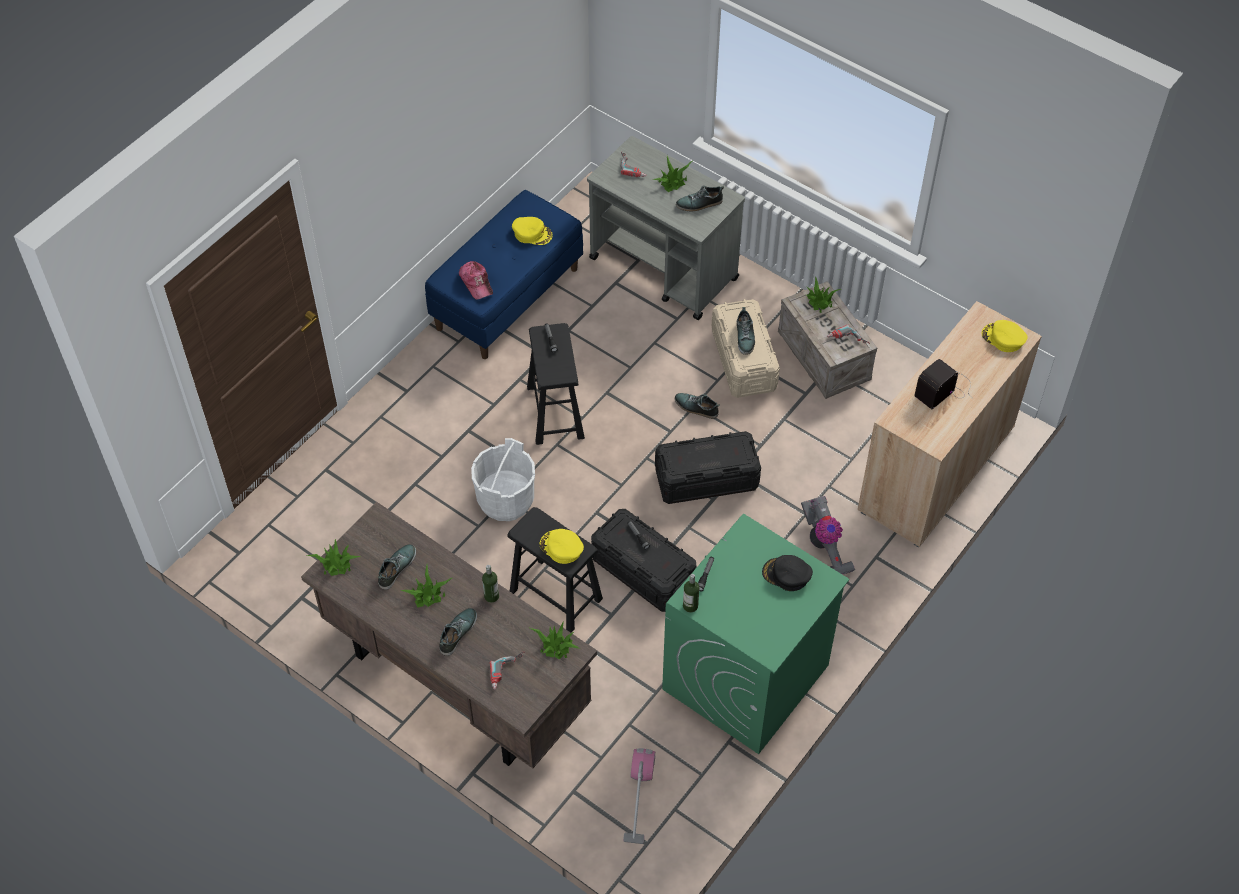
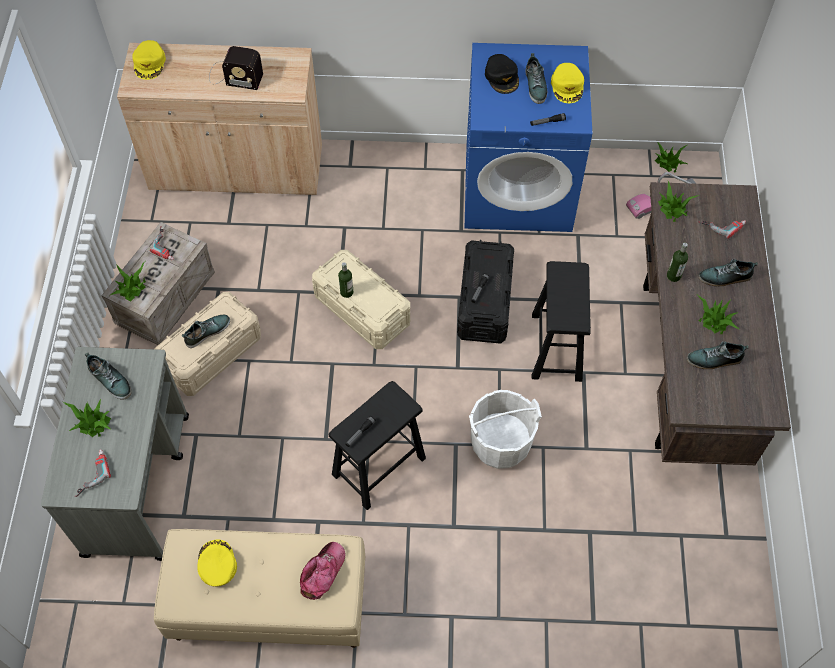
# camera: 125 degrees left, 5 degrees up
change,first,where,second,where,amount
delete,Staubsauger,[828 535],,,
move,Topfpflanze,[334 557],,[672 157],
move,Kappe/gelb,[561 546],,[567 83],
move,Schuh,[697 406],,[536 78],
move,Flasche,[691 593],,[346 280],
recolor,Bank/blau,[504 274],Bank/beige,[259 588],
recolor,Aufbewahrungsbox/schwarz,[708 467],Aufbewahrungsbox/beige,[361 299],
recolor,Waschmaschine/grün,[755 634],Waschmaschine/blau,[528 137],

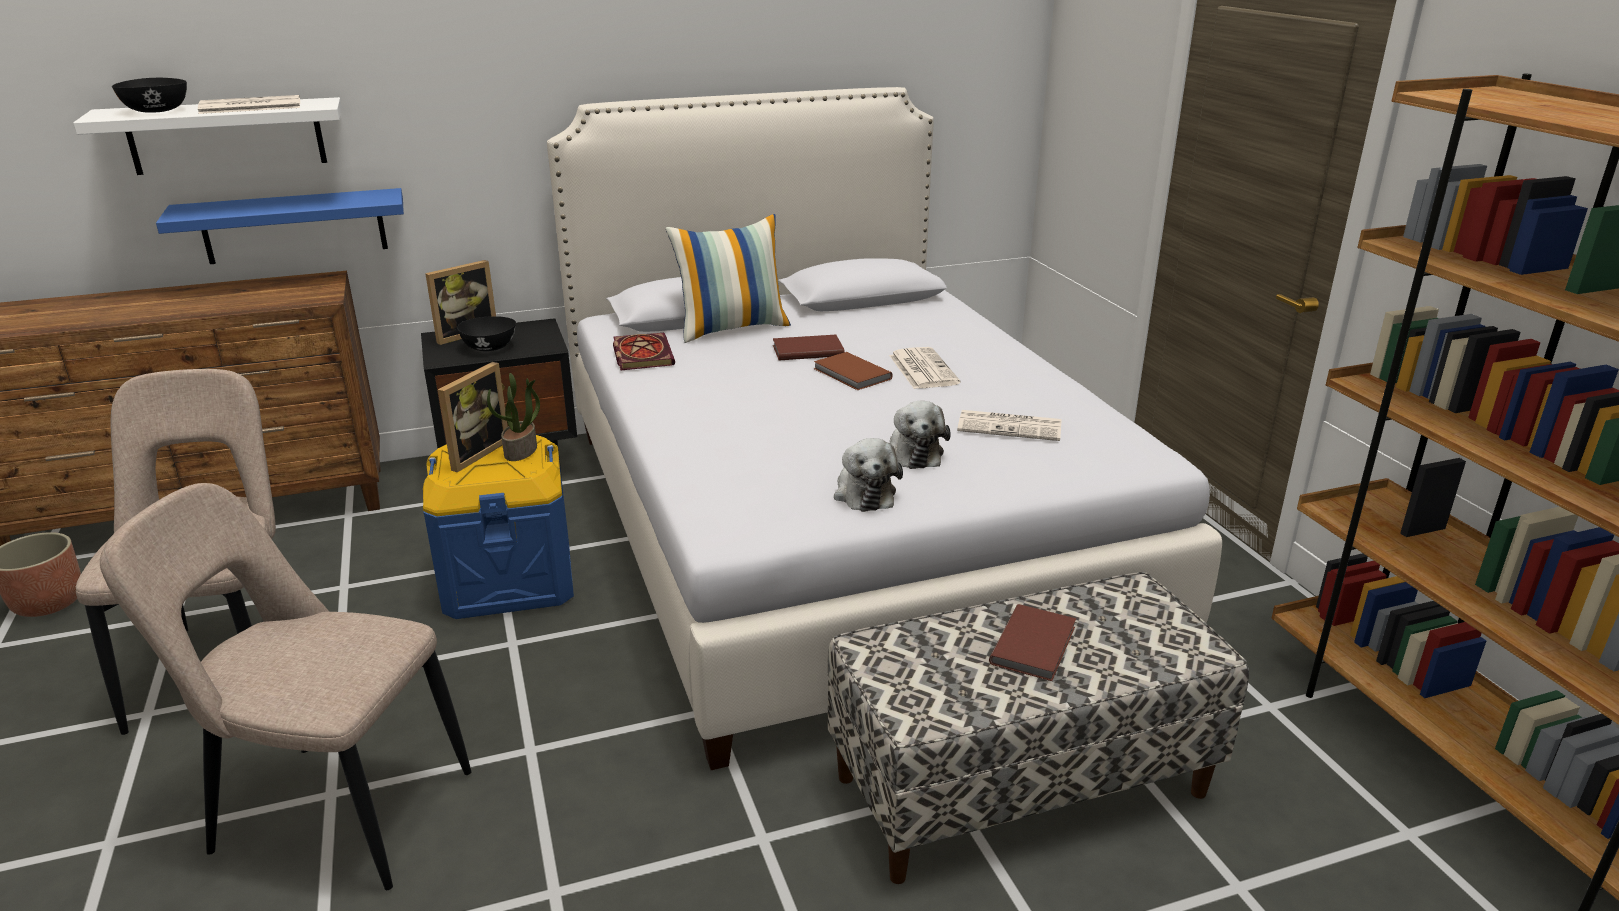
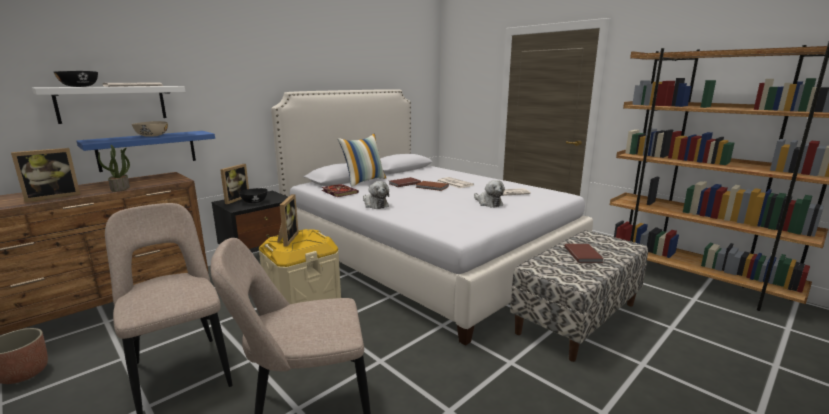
# camera: 25 degrees left, 10 degrees down
change,first,where,second,where,amount
insert,,,Bilderrahmen,[45 175],
insert,,,Schüssel/beige,[150 129],
move,Topfpflanze,[513 417],,[114 168],
move,Plüschtier,[868 475],,[376 195],
recolor,Aufbewahrungsbox/blau,[498 527],Aufbewahrungsbox/beige,[300 266],

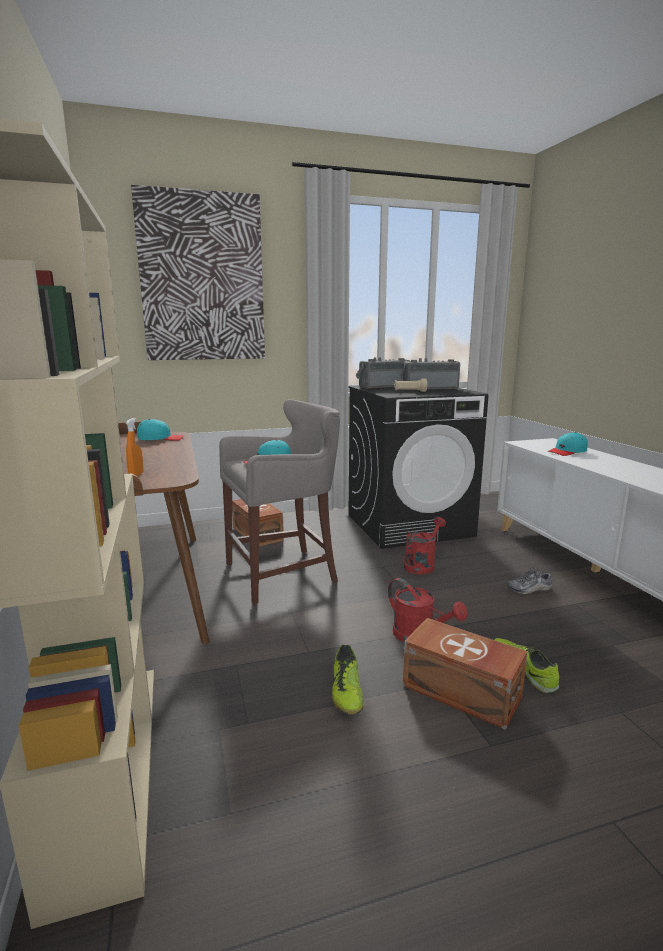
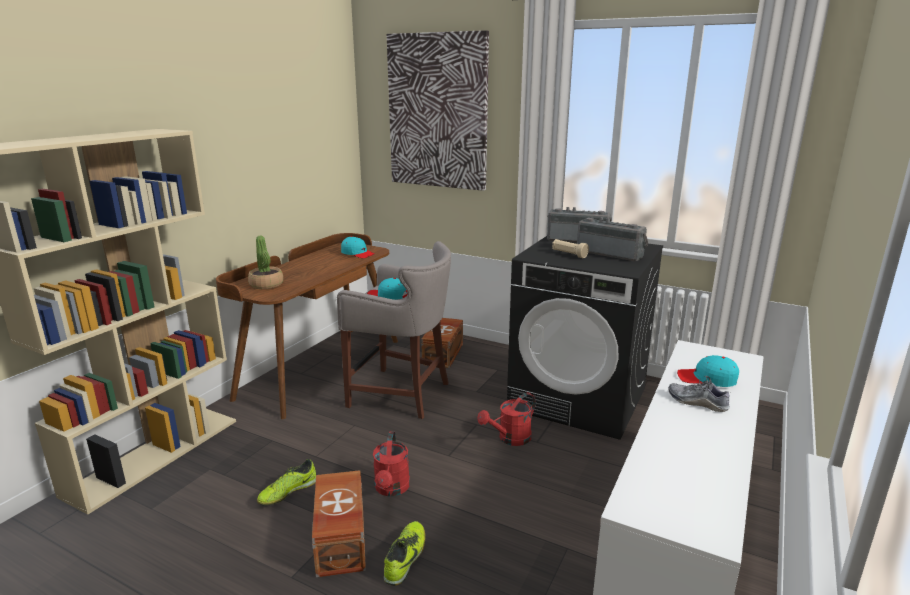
# camera: 45 degrees right, 5 degrees up
change,first,where,second,where,amount
move,Schuh,[529 580],,[699 394],
replace,Sprühflasche/orange,[134 447],Topfpflanze,[265 262],
rotate,Gießkanne/rot,[425 545],,[506 419],150 degrees clockwise

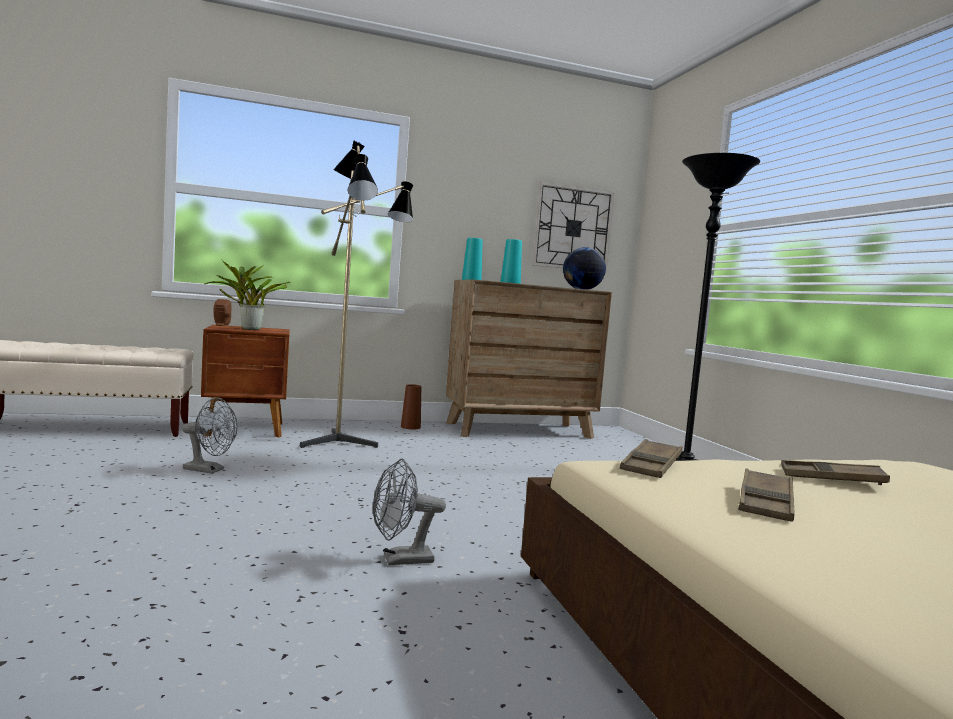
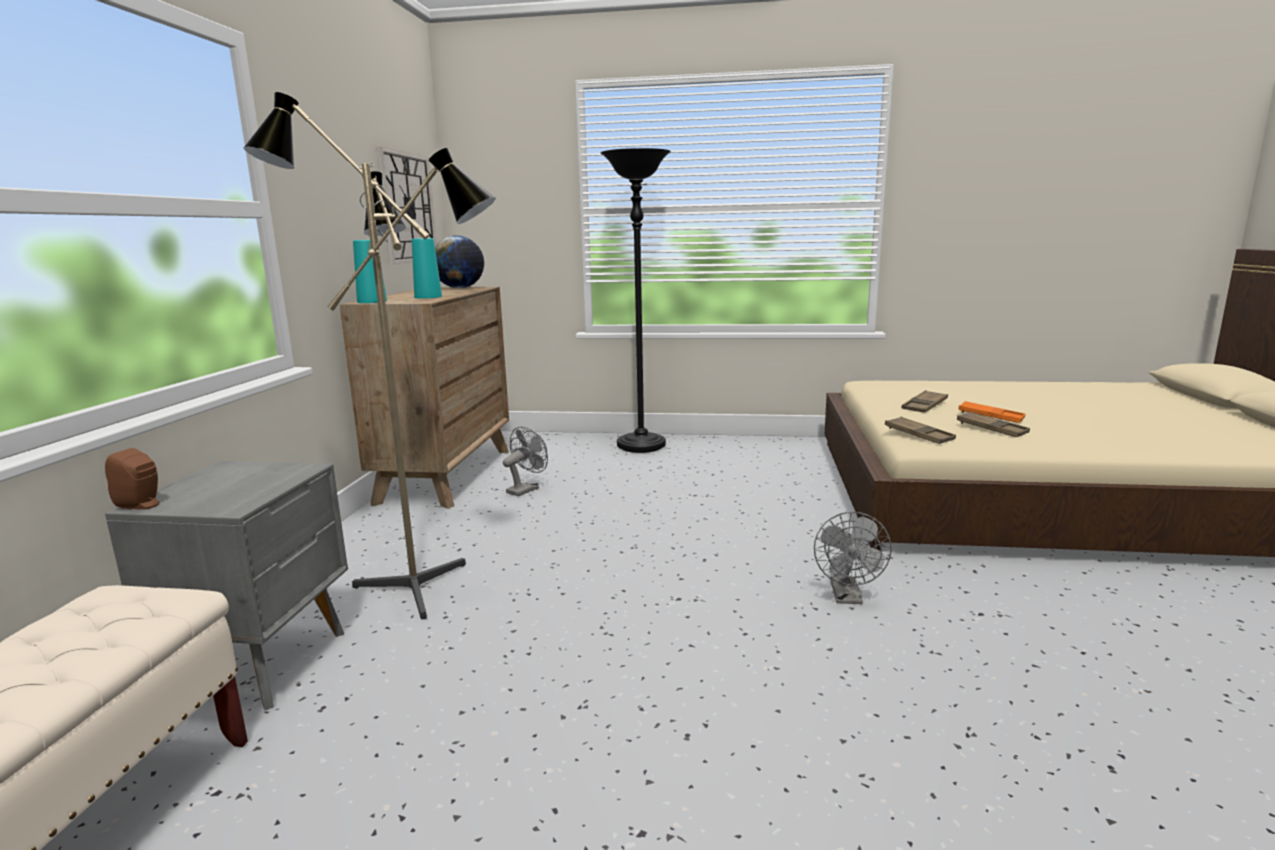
# camera: 65 degrees left, 10 degrees up
change,first,where,second,where,amount
delete,Topfpflanze,[248 294],,,
delete,Vase/braun,[411 406],,,
insert,,,Tablett/orange,[991 412],
move,Ventilator/grau,[210 435],,[525 461],
recolor,Nachttisch/braun,[245 381],Nachttisch/grau,[226 585],

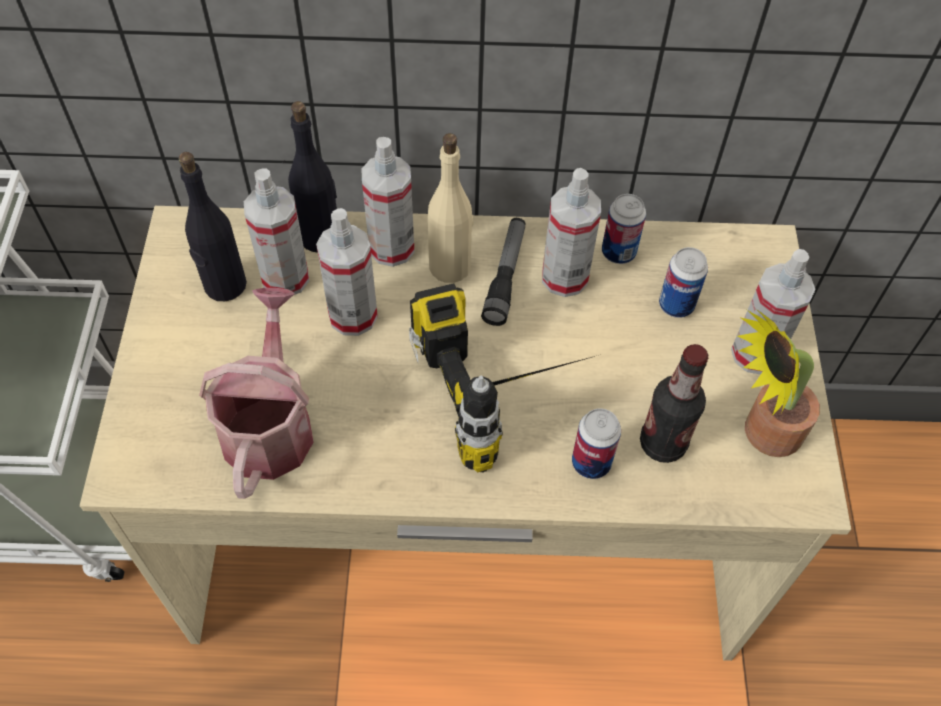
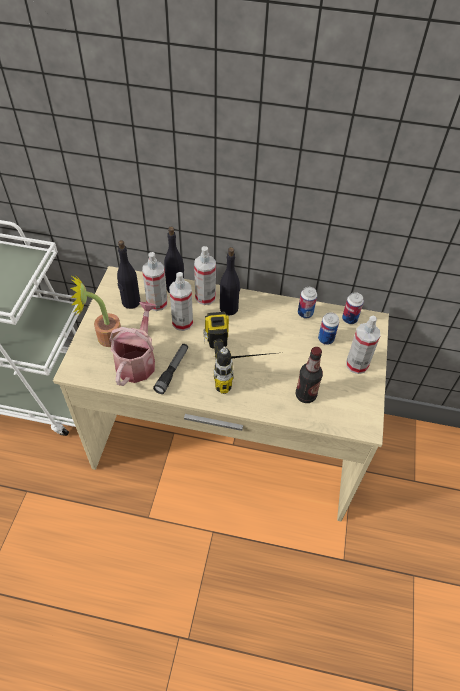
# camera: 10 degrees right, 5 degrees down
change,first,where,second,where,amount
delete,Sprühflasche,[571 232],,,
move,Taschenlampe,[503 272],,[170 369],
move,Dose,[596 443],,[353 308],
move,Topfpflanze,[778 383],,[95 310],
recolor,Flasche/beige,[451 208],Flasche/schwarz,[230 281],

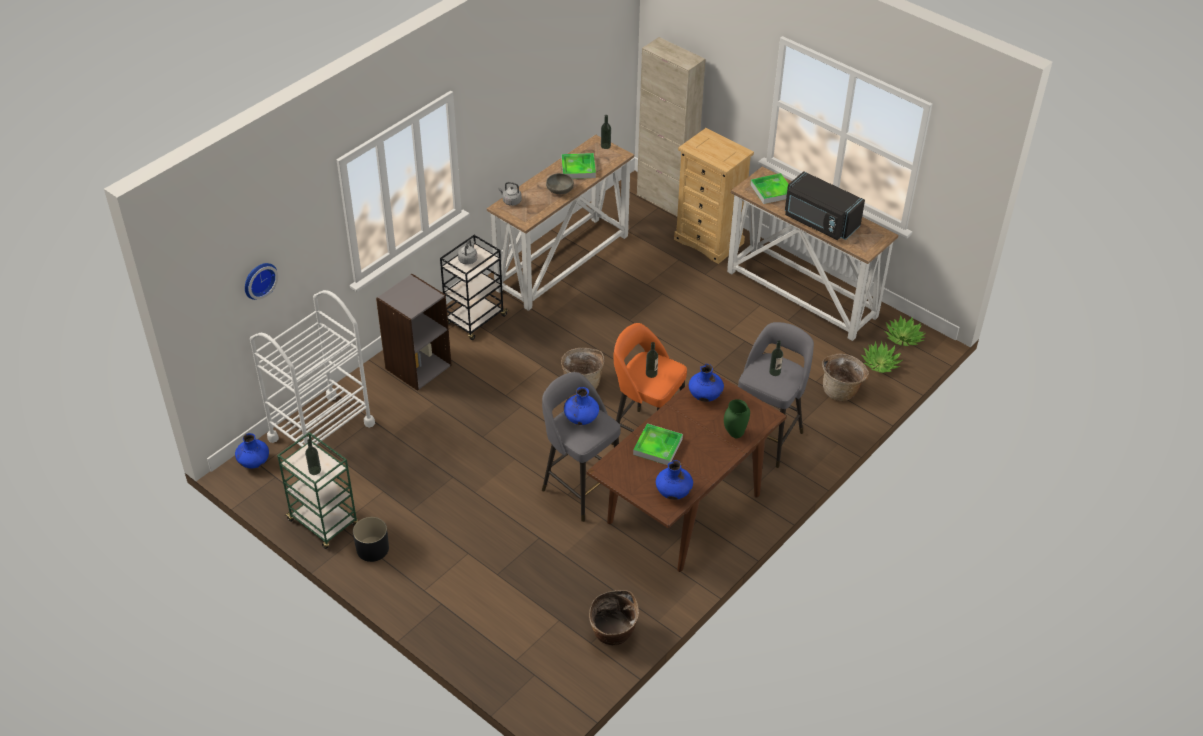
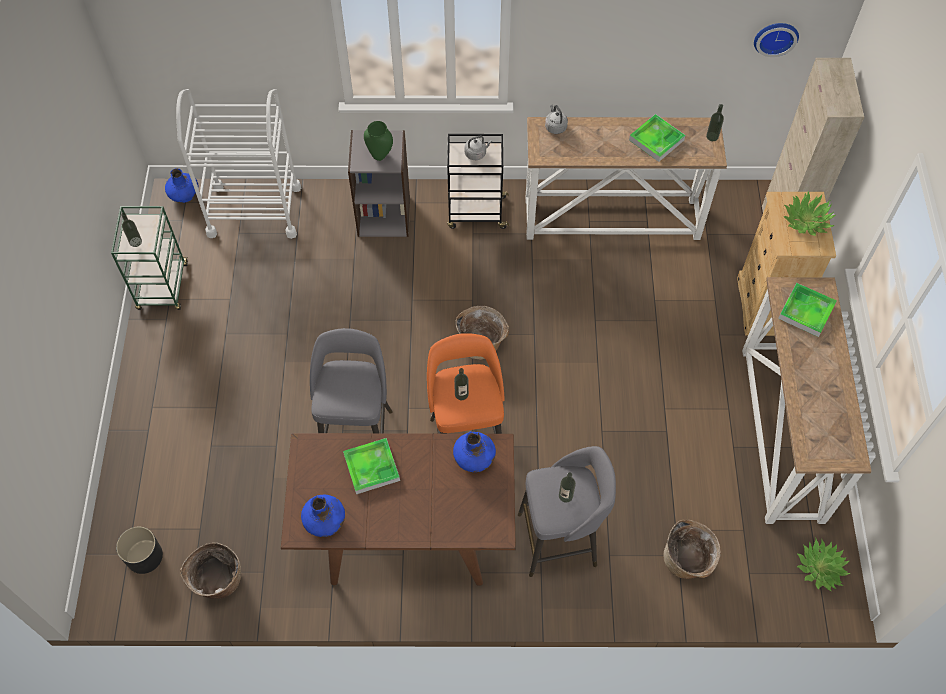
# camera: 50 degrees right, 15 degrees up
change,first,where,second,where,amount
delete,Schüssel/grau,[560 183],,,
delete,Vase/blau,[581 406],,,
delete,Mikrowelle/schwarz,[825 205],,,
move,Wanduhr,[261 281],,[776 40],
move,Pflanzkübel/schwarz,[371 539],,[139 550],
move,Vase/grün,[737 418],,[378 141],
move,Topfpflanze,[881 357],,[809 213],

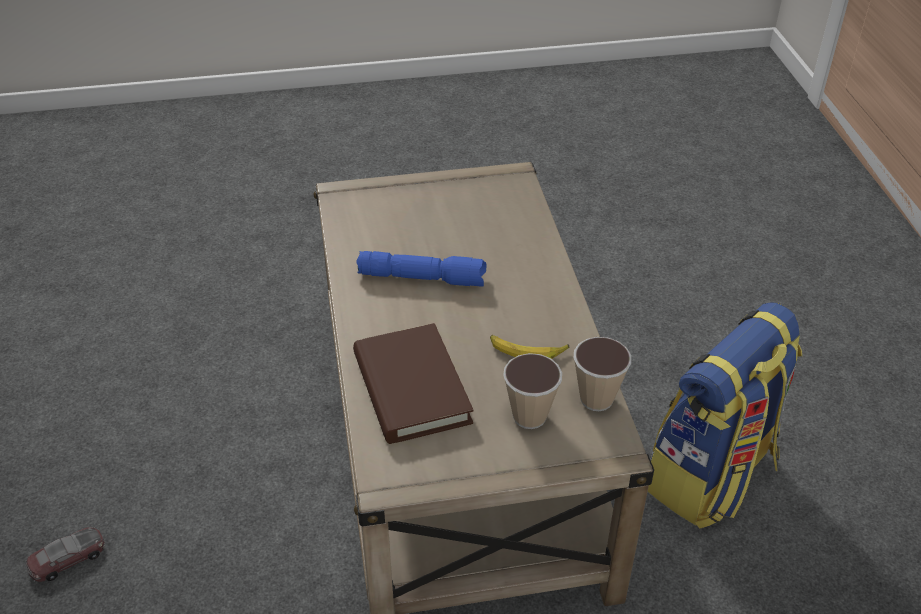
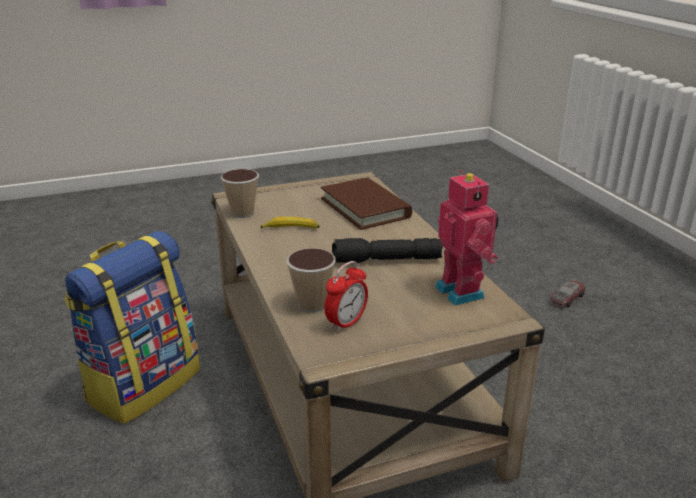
# camera: 170 degrees right, 15 degrees down
change,first,where,second,where,amount
insert,,,Wecker,[346 297],
insert,,,Spielzeugroboter,[467 238],
move,Tasse,[532 391],,[311 280],
recolor,Taschenlampe/blau,[421 269],Taschenlampe/schwarz,[387 250],

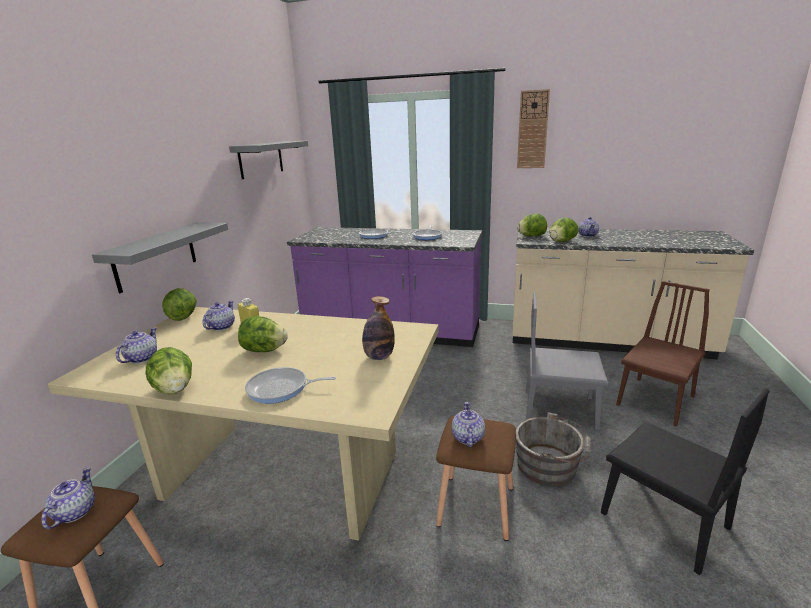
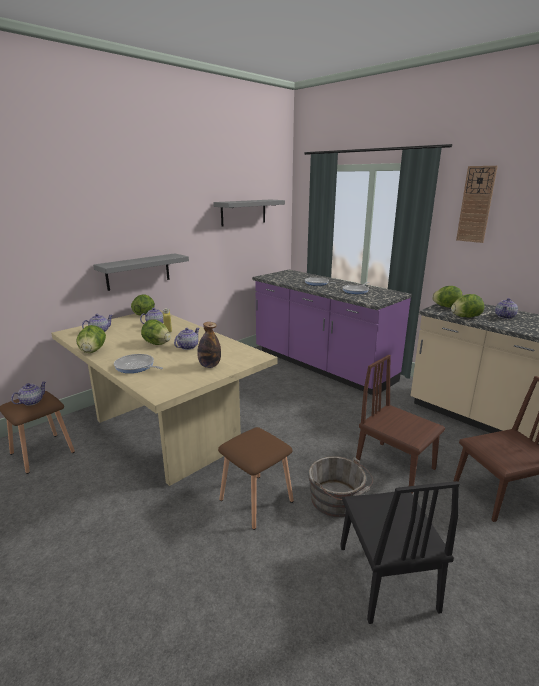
# camera: 30 degrees right, 0 degrees up
change,first,where,second,where,amount
move,Teekanne,[468 424],,[186 339],
recolor,Stuhl/grau,[567 361],Stuhl/braun,[400 424],

